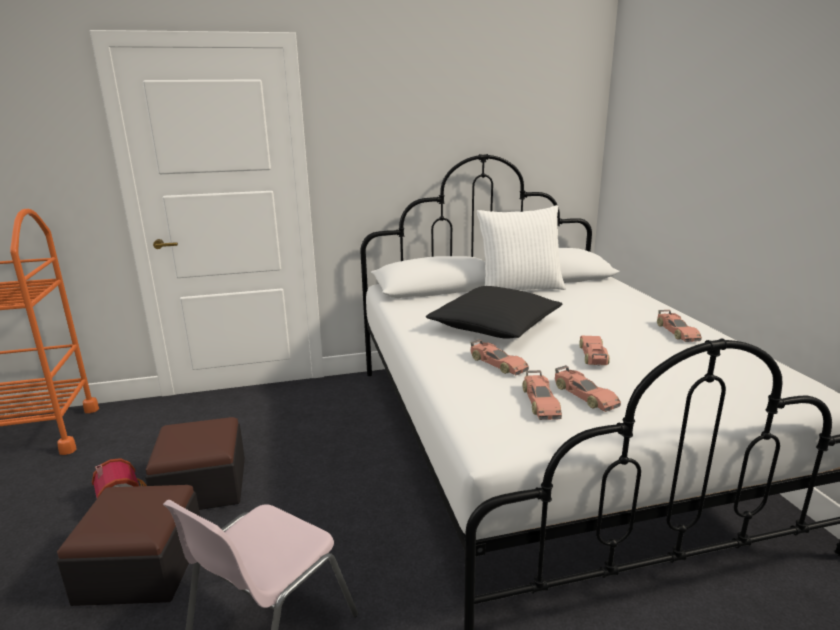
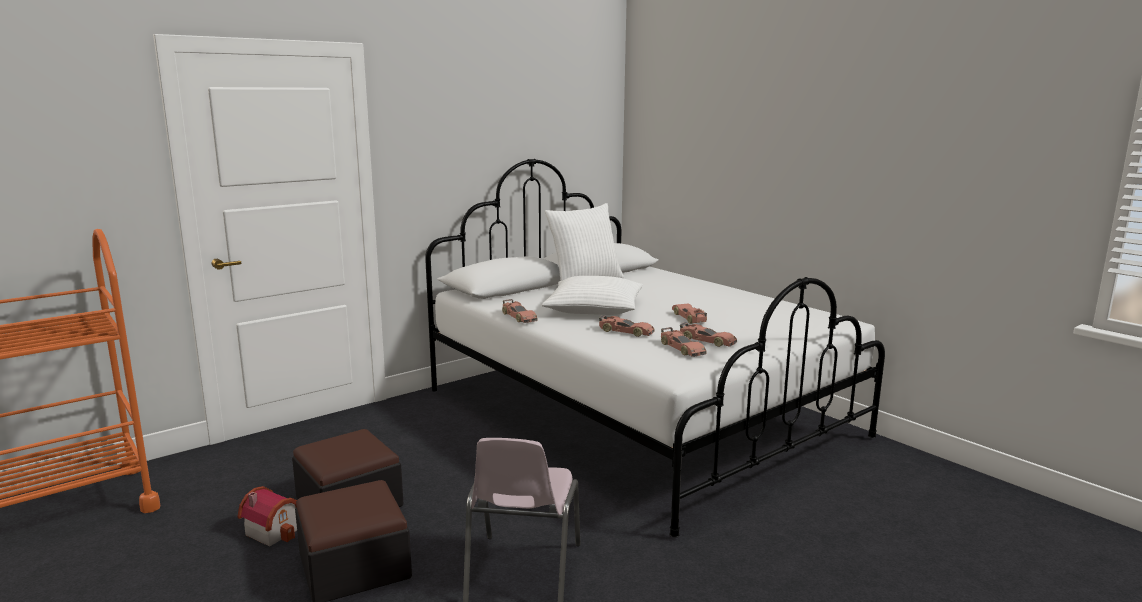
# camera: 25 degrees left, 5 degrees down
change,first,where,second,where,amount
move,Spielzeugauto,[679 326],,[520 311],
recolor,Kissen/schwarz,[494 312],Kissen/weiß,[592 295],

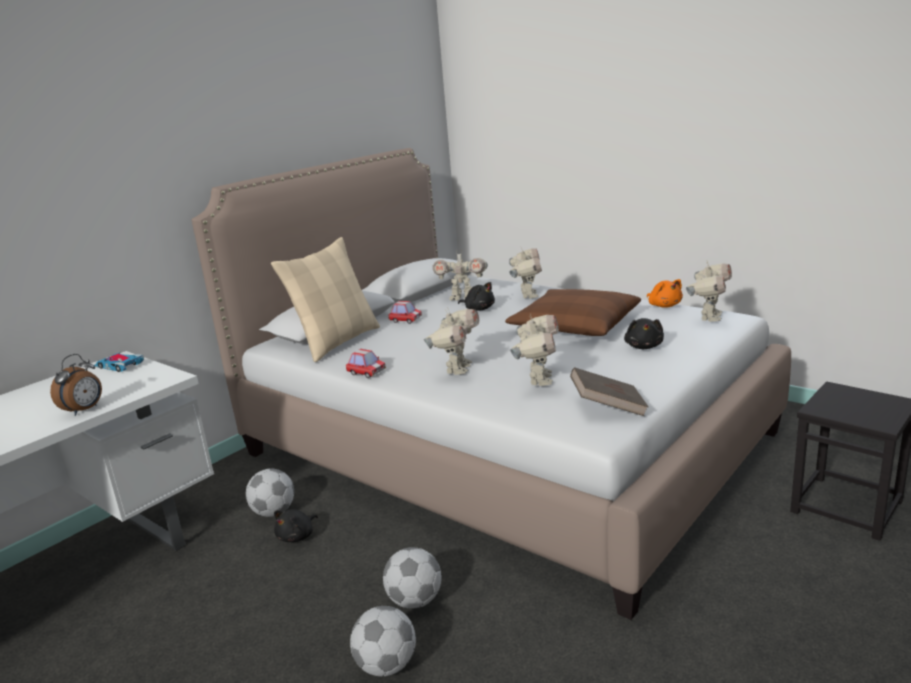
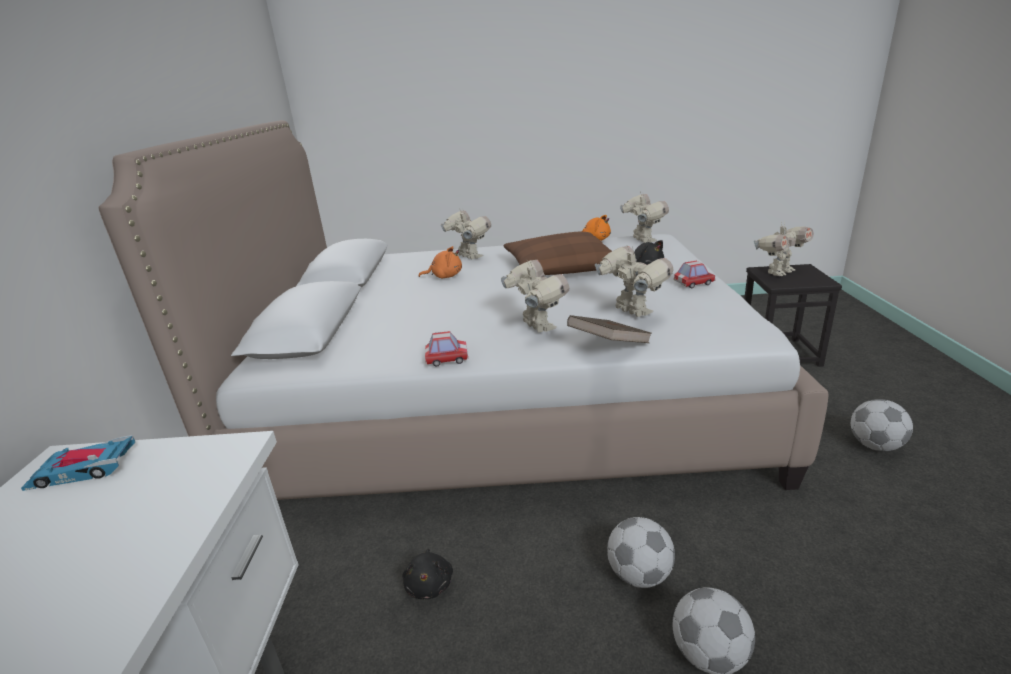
# camera: 40 degrees left, 5 degrees up
change,first,where,second,where,amount
delete,Wecker,[76 385],,,
delete,Kissen/beige,[325 299],,,
move,Fußball,[270 493],,[882 425],
move,Spielzeugauto,[405 312],,[694 274],
move,Spielzeugroboter,[460 275],,[784 248],
move,Buch/braun,[609 391],,[609 329],
recolor,Plüschtier/schwarz,[476 296],Plüschtier/orange,[440 262],

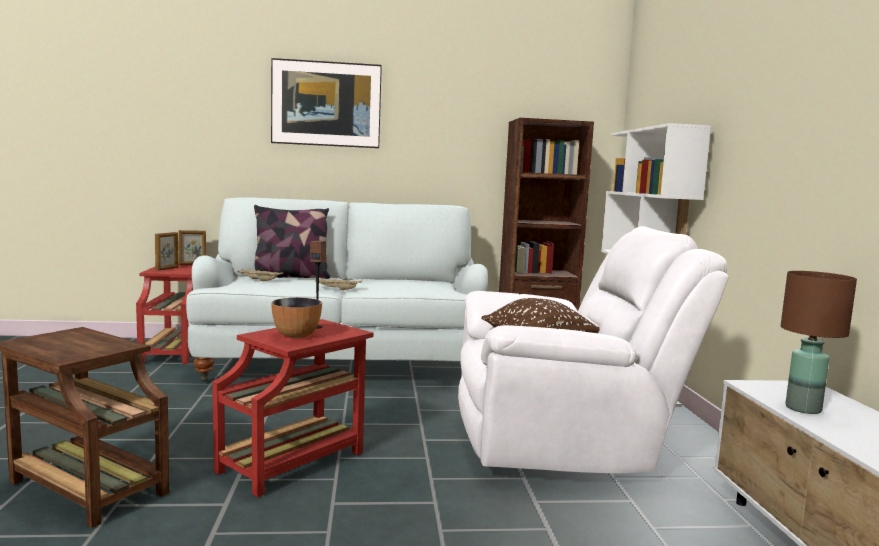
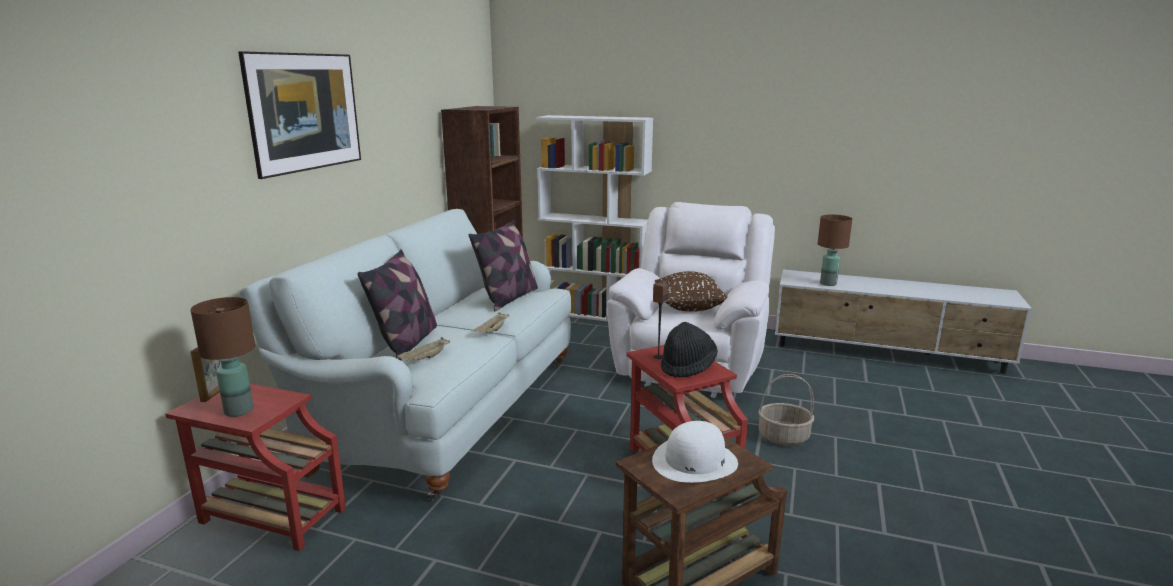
# camera: 65 degrees left, 10 degrees up
change,first,where,second,where,amount
insert,,,Kissen,[503 265],
insert,,,Hut/weiß,[695 452],
insert,,,Korb,[786 410],
replace,Bilderrahmen,[167 251],Tischlampe/braun,[222 357],
replace,Schüssel,[296 318],Hut/schwarz,[689 350],

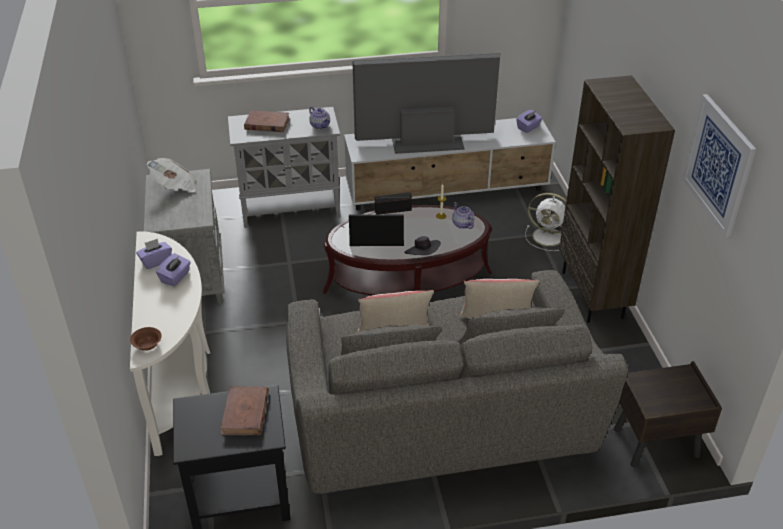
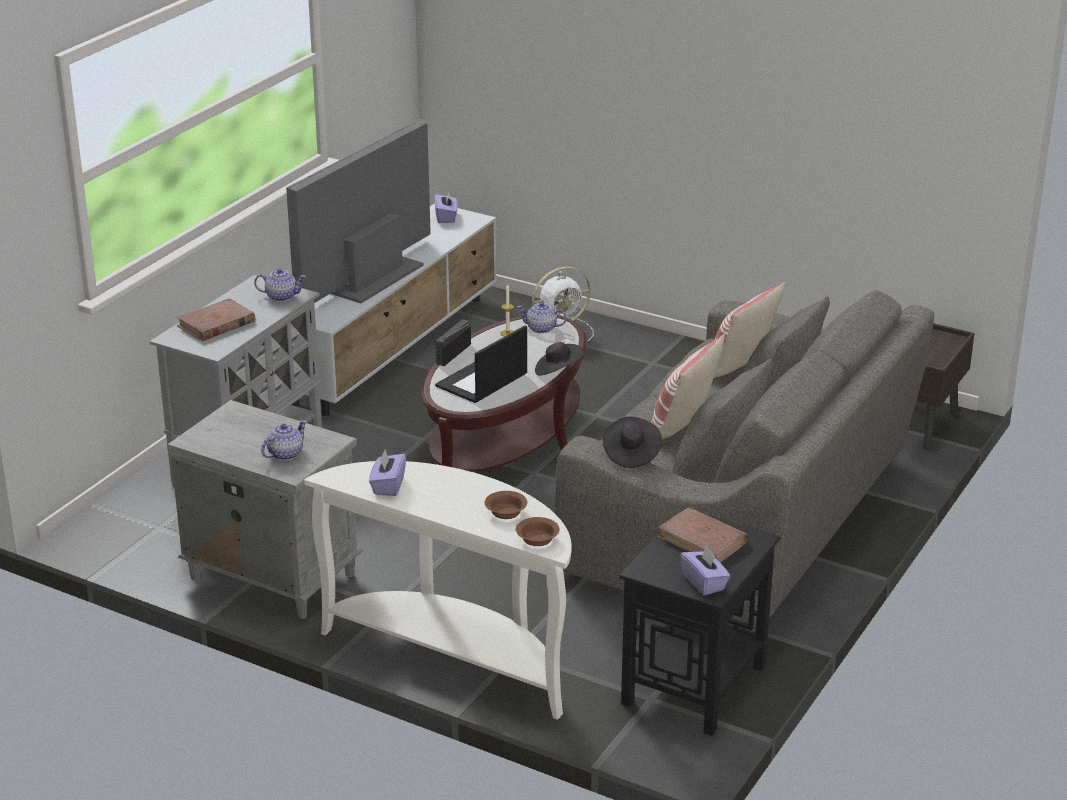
# camera: 50 degrees left, 10 degrees down
change,first,where,second,where,amount
delete,Zeitung,[171 175],,,
delete,Bücherregal/braun,[617 199],,,
delete,Bild,[719 166],,,
insert,,,Teekanne,[284 440],
insert,,,Schüssel/braun,[506 505],
insert,,,Hut/schwarz,[632 442],
move,Taschentuchbox/lila,[173 269],,[705 571],

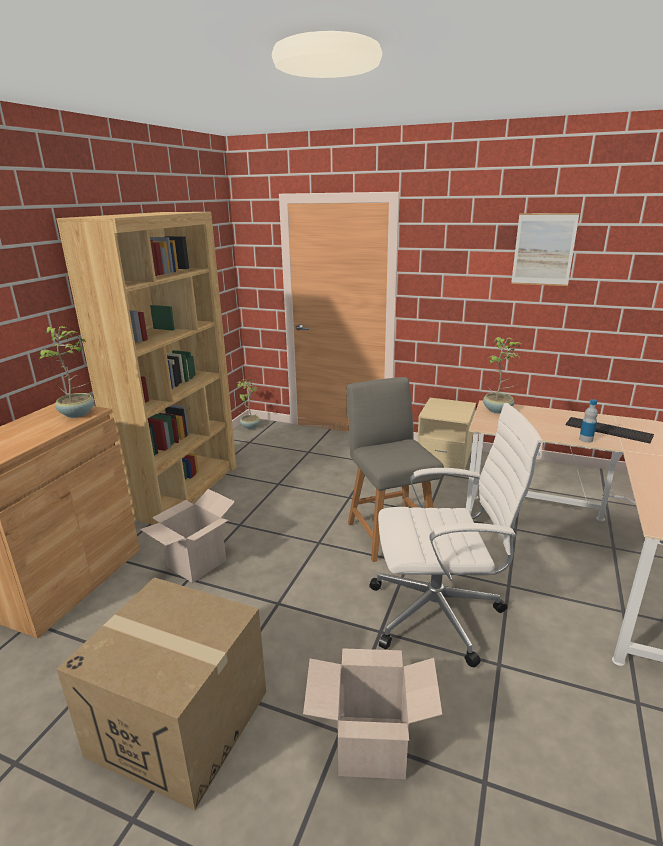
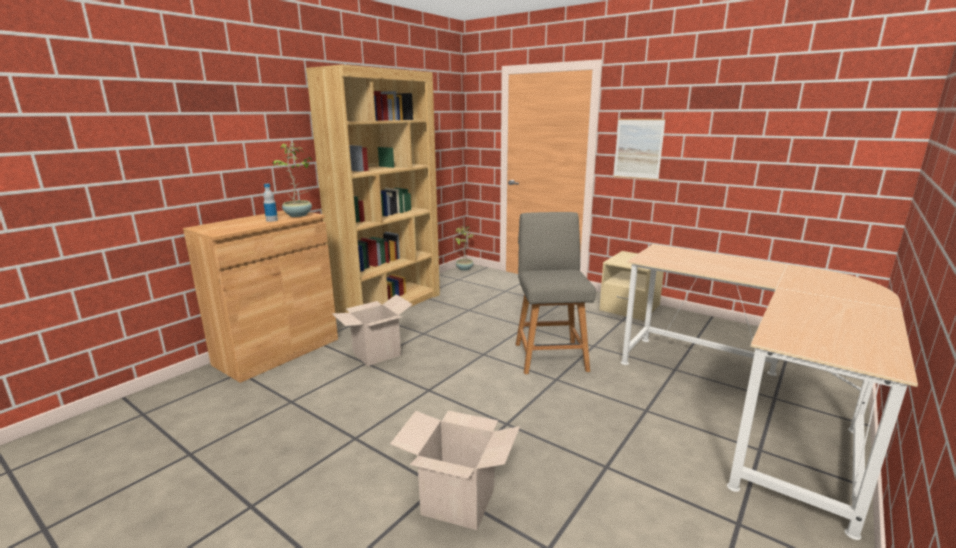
# camera: 15 degrees right, 5 degrees down
change,first,where,second,where,amount
delete,Karton,[161 693],,,
delete,Bürostuhl/weiß,[456 535],,,
delete,Topfpflanze,[502 375],,,
delete,Tastatur,[610 430],,,
move,Bild,[545 249],,[639 149],
move,Flasche,[588 421],,[270 202],

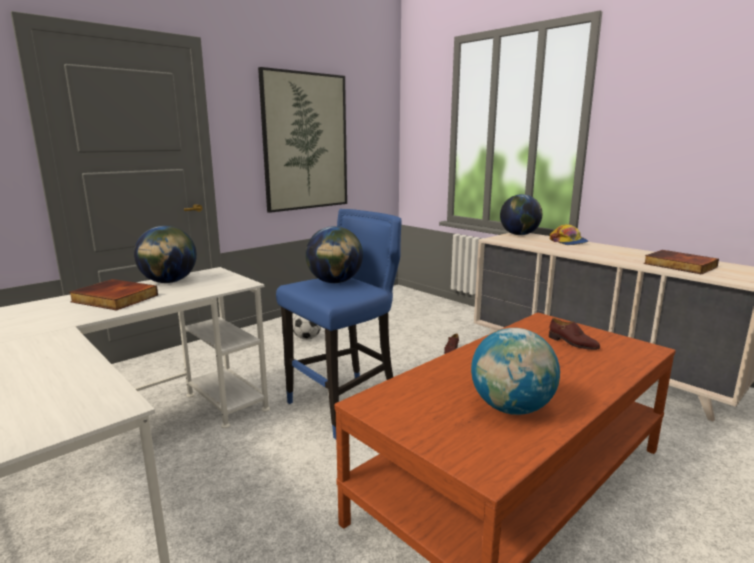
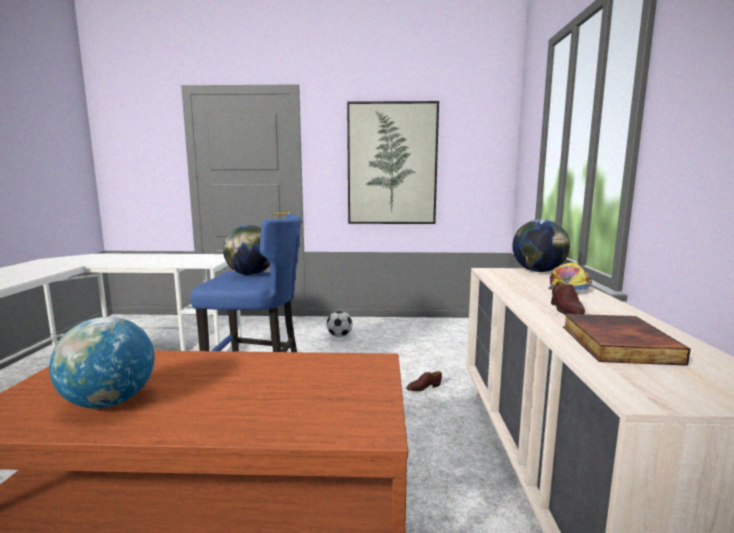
# camera: 45 degrees right, 5 degrees down
change,first,where,second,where,amount
delete,Buch,[113 295],,,
delete,Globus,[165 254],,,
move,Schuh/braun,[574 334],,[568 297],

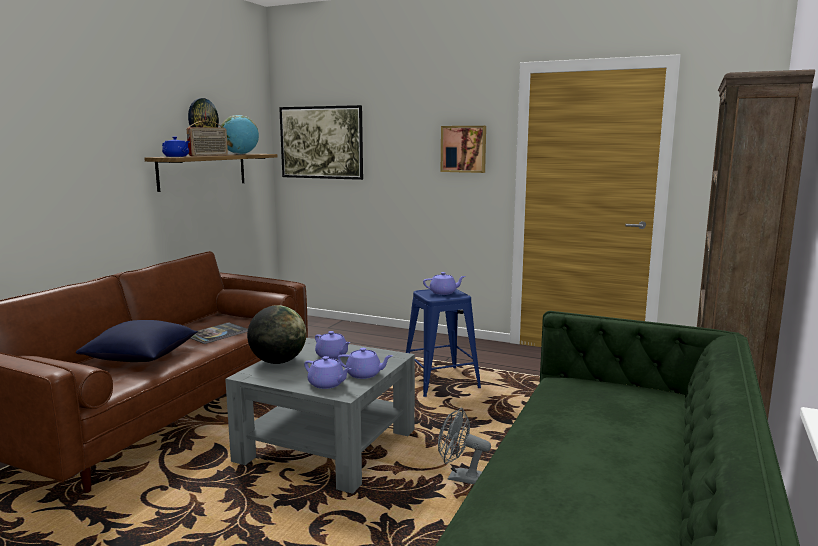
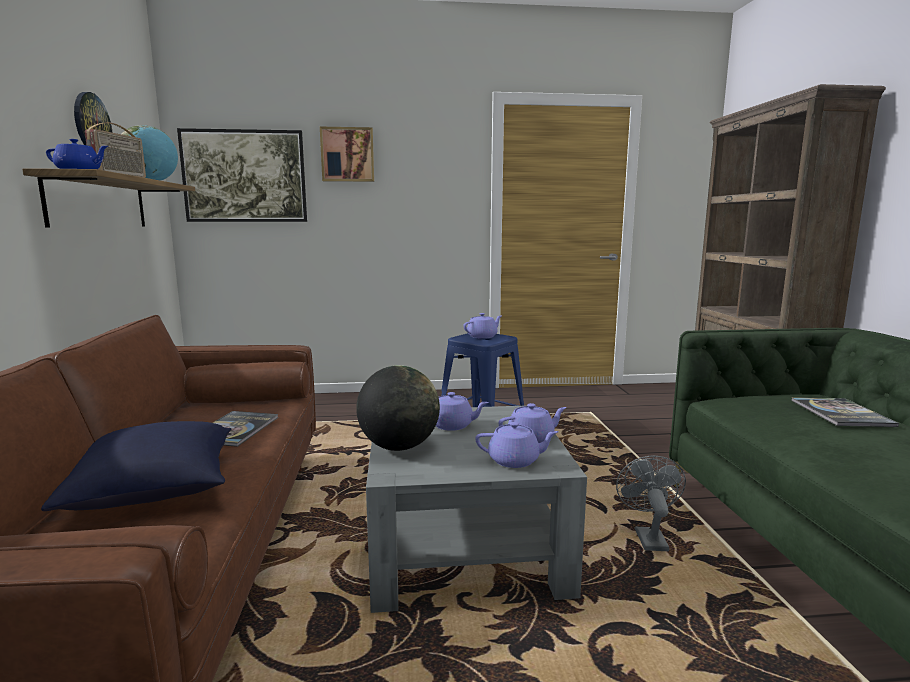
# camera: 30 degrees left, 0 degrees up
change,first,where,second,where,amount
insert,,,Buch,[845 412],
move,Bild,[463 149],,[347 154],
rotate,Ventilator/grau,[464 446],,[651 503],105 degrees clockwise

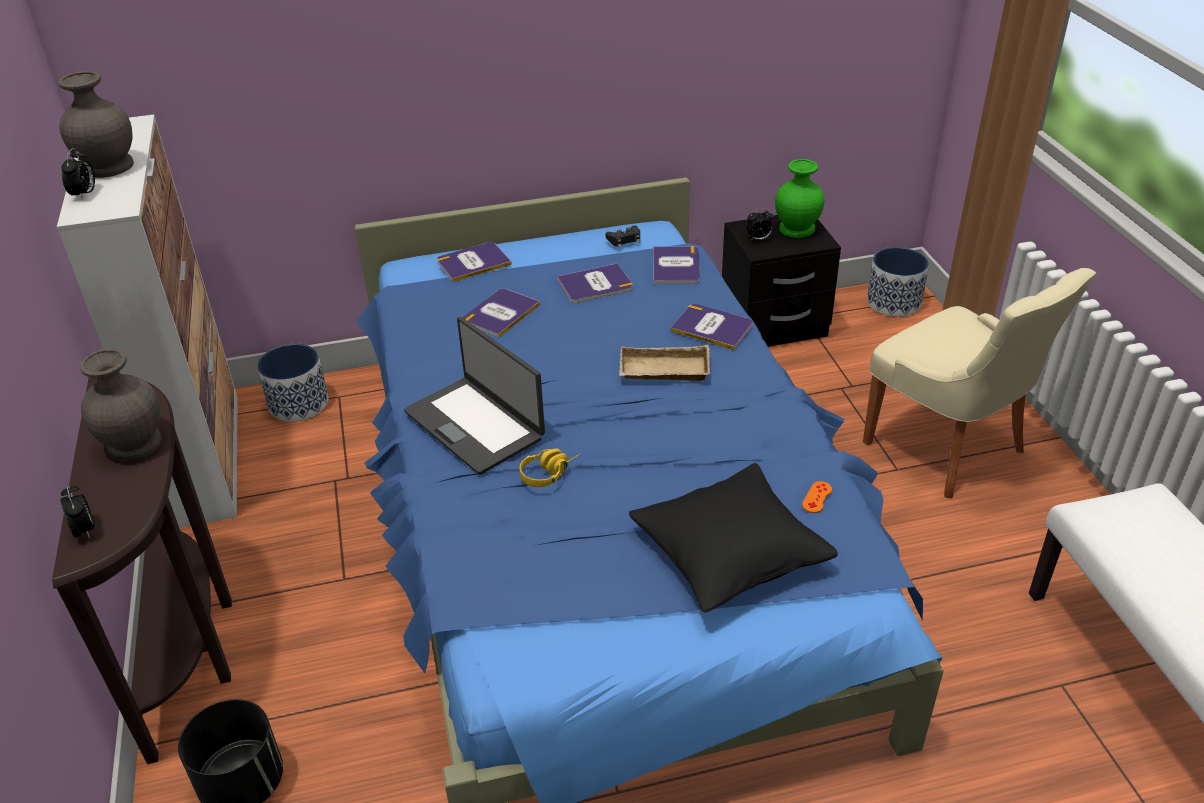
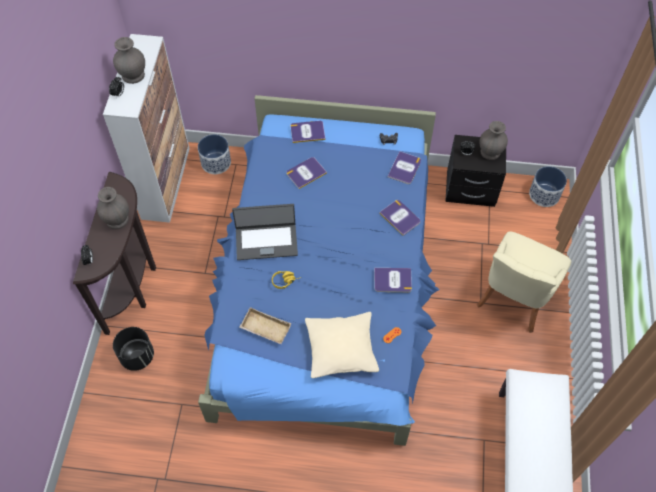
# camera: 20 degrees right, 20 degrees up
change,first,where,second,where,amount
move,Buch,[595 283],,[393 280],
move,Tablett/beige,[664 363],,[265 325],
recolor,Kissen/schwarz,[733 537],Kissen/beige,[342 345],
recolor,Vase/grün,[800 198],Vase/grau,[494 140],
rotate,Laptop,[474 396],,[265 232],75 degrees counterclockwise
rotate,Stuhl/beige,[979 383],,[524 282],45 degrees clockwise

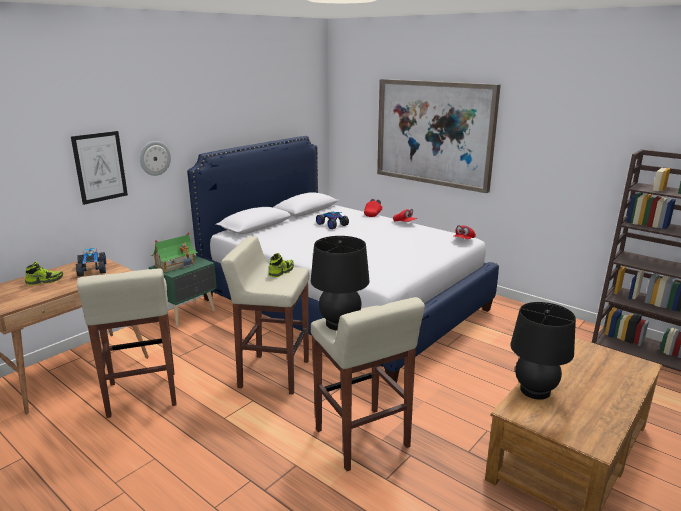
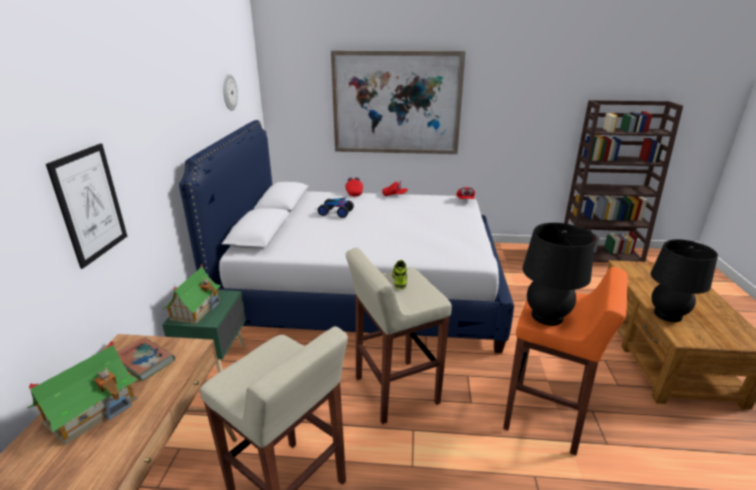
# camera: 35 degrees left, 5 degrees up
change,first,where,second,where,amount
move,Wanduhr,[155 158],,[230 92],
replace,Schuh,[44 273],Spielzeughaus,[83 393],
replace,Spielzeugauto,[91 262],Buch,[145 359],
recolor,Hocker/beige,[368 384],Hocker/orange,[565 361],

